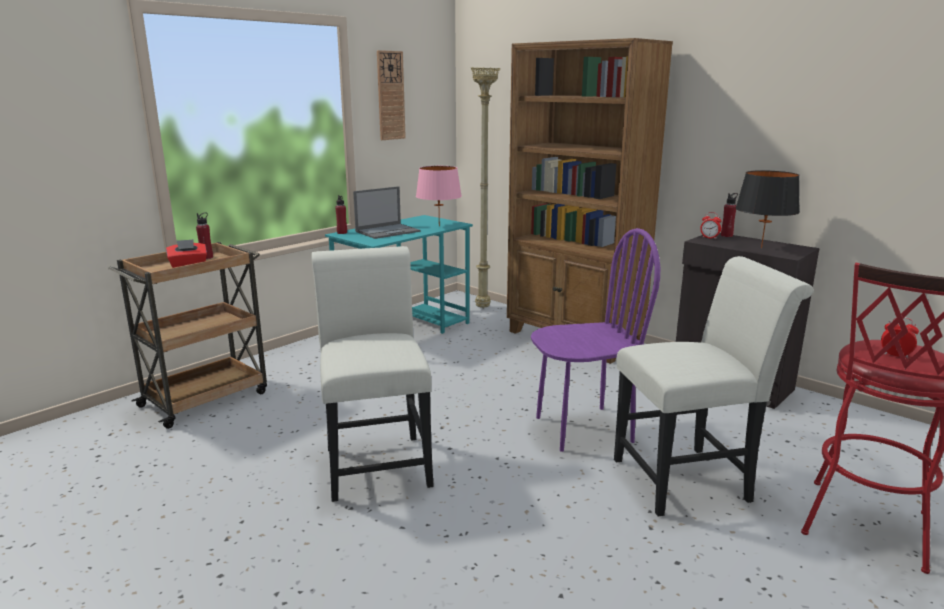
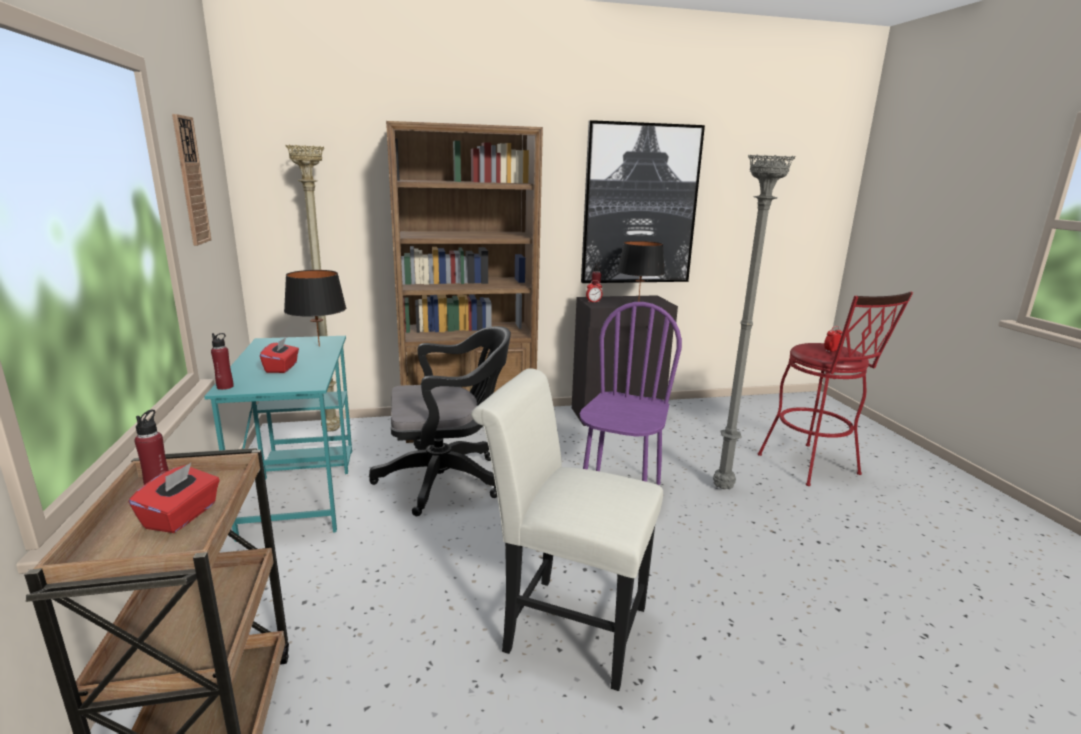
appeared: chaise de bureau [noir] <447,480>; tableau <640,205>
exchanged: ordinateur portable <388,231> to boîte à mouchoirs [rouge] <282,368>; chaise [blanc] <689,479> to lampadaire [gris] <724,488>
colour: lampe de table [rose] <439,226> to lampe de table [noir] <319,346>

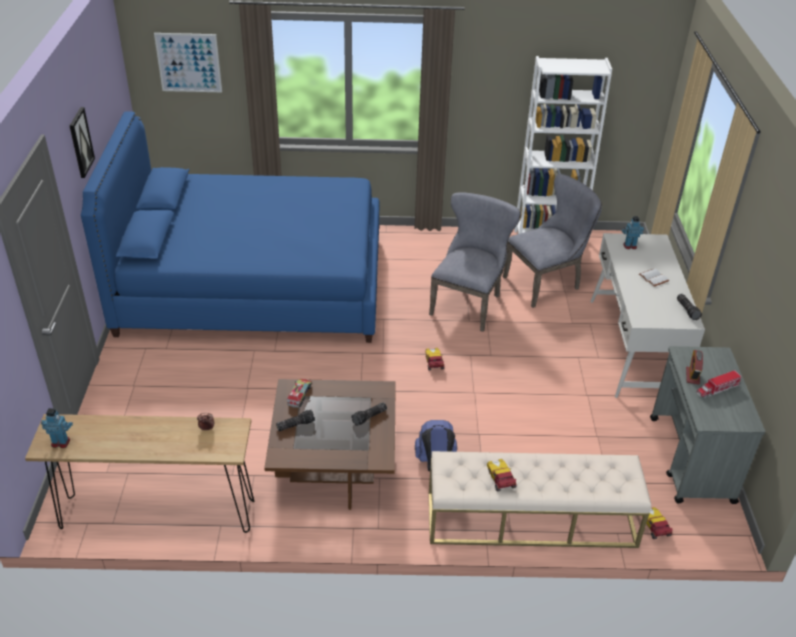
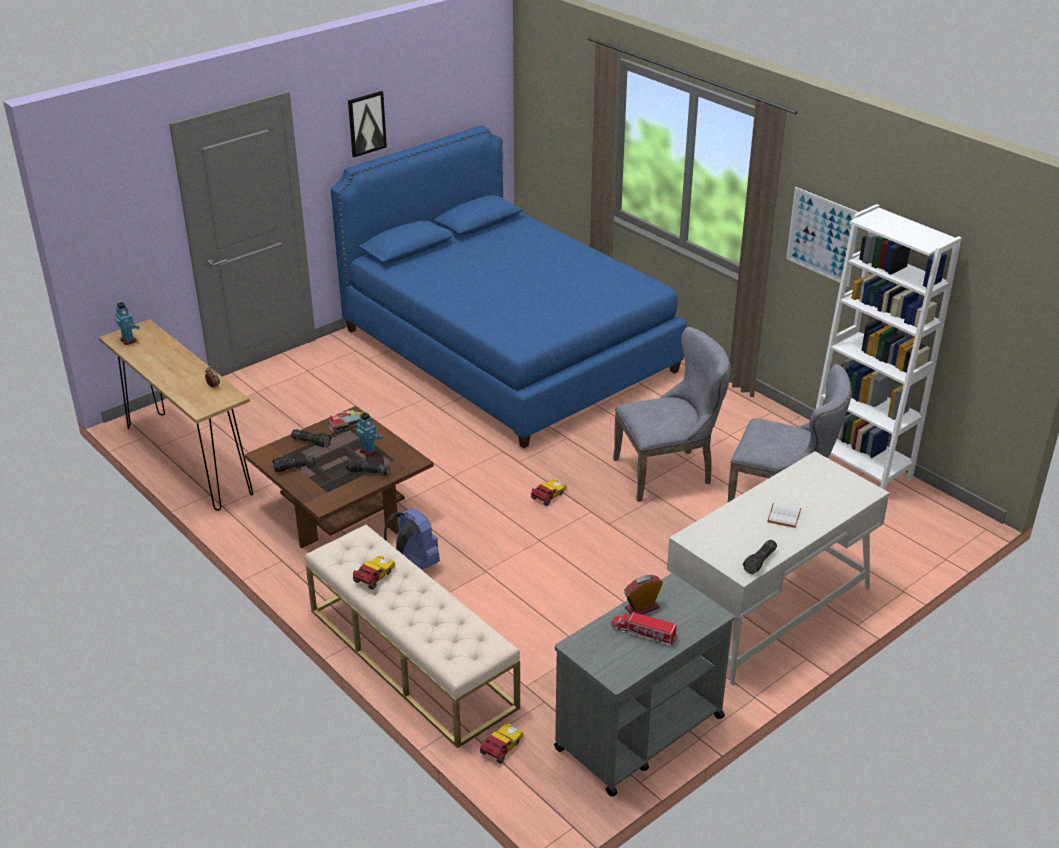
appeared: lampe de poche <294,468>
relocated: tableau <188,62> to <822,236>; robot jouet <629,246> to <368,451>

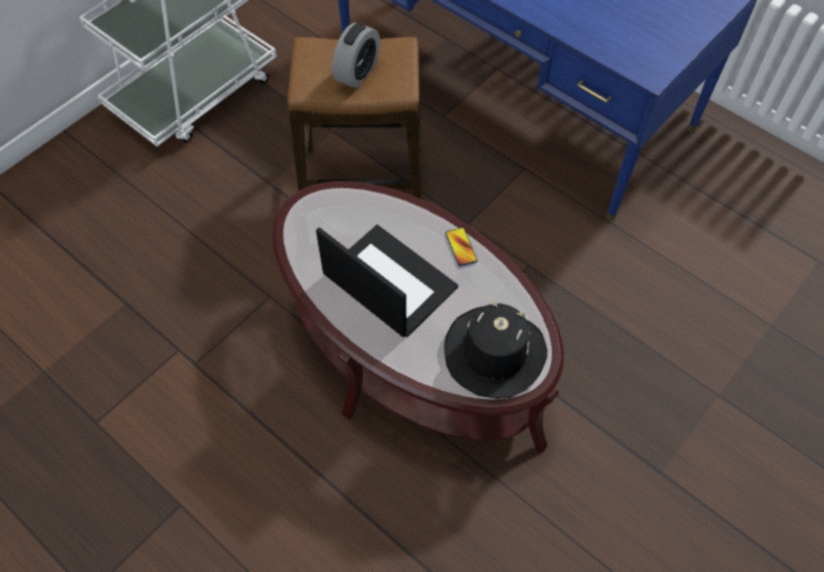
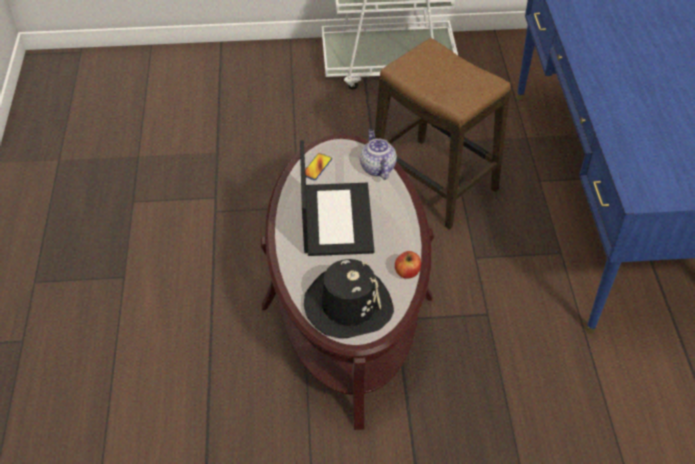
missing: réveil <357,73>
appeared: théière <377,167>; pomme <407,272>
relocated: téléphone <461,247> to <317,167>

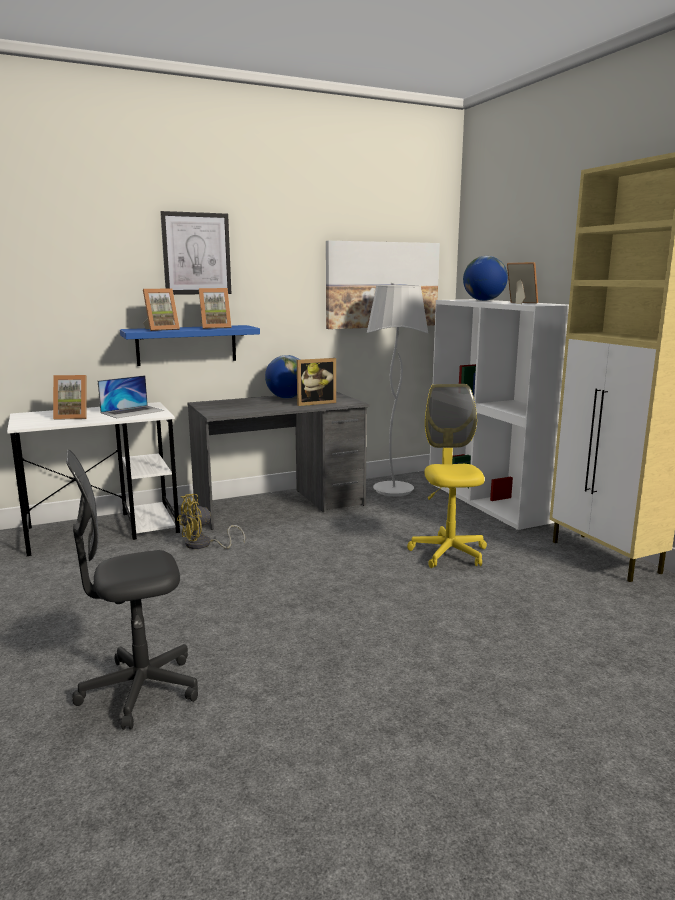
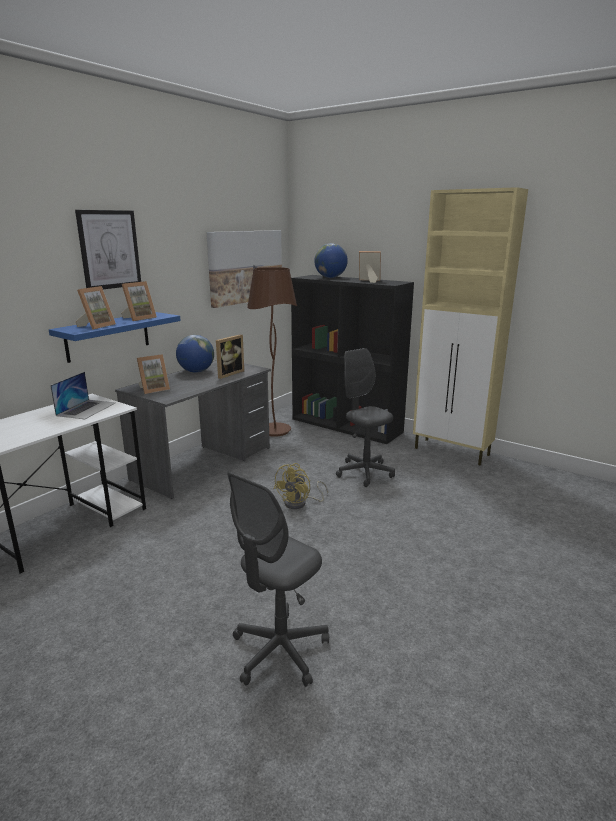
relocated: cadre photo <73,417> to <154,389>; ventilateur [jaune] <203,545> to <300,503>
colour: lampadaire [blanc] <393,490> to lampadaire [marron] <275,431>; chaise de bureau [jaune] <448,553> to chaise de bureau [gris] <364,472>; bibliothèque [blanc] <490,500> to bibliothèque [noir] <347,425>

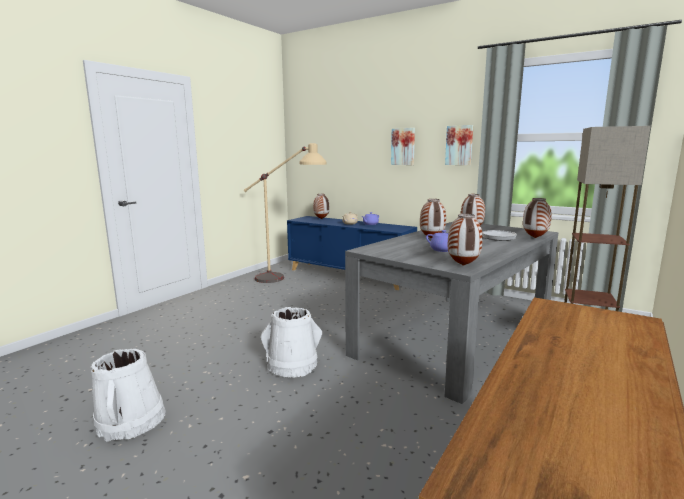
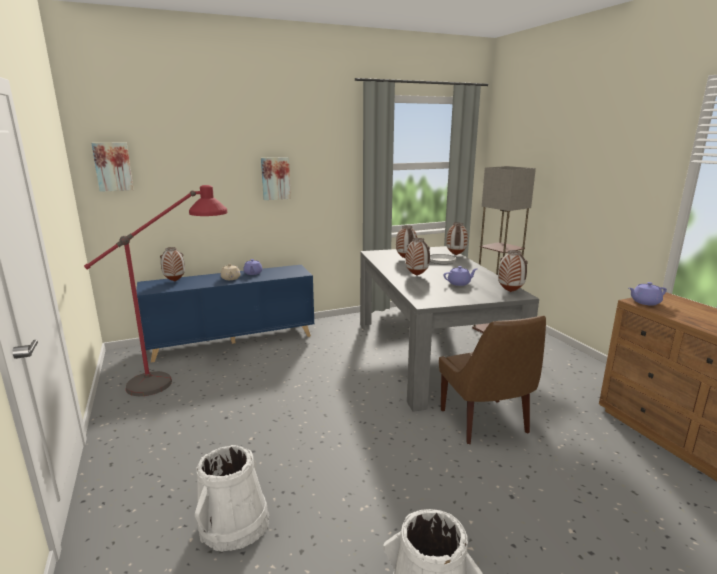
appeared: chaise [marron] <485,423>; théière [violet] <645,302>
relocated: seau [blanc] <292,365> to <234,524>; tableau <459,145> to <113,166>
colour: lampadaire [beige] <287,280> to lampadaire [rouge] <180,376>

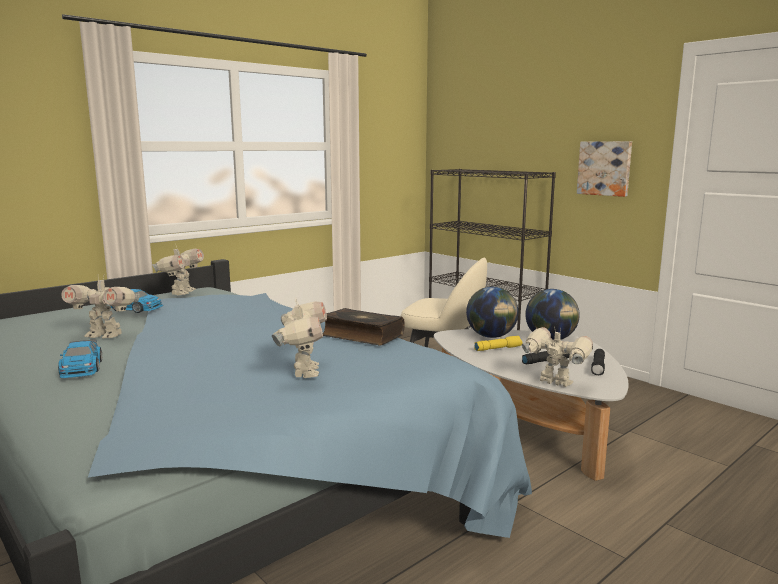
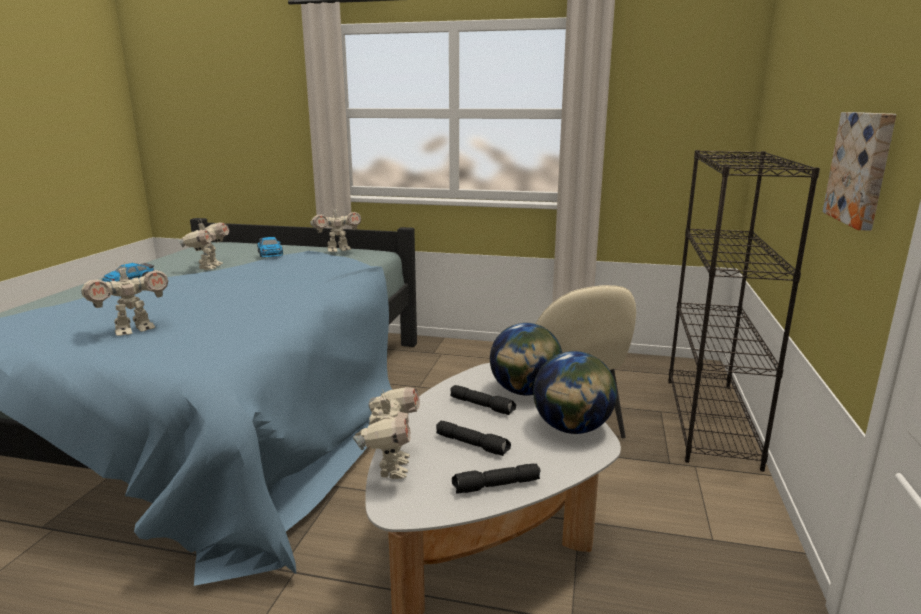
missing: livre <362,336>
colour: lampe de poche [jaune] <498,348> to lampe de poche [noir] <482,406>
spun: robot jouet <105,336> = <209,267> 150 degrees counterclockwise

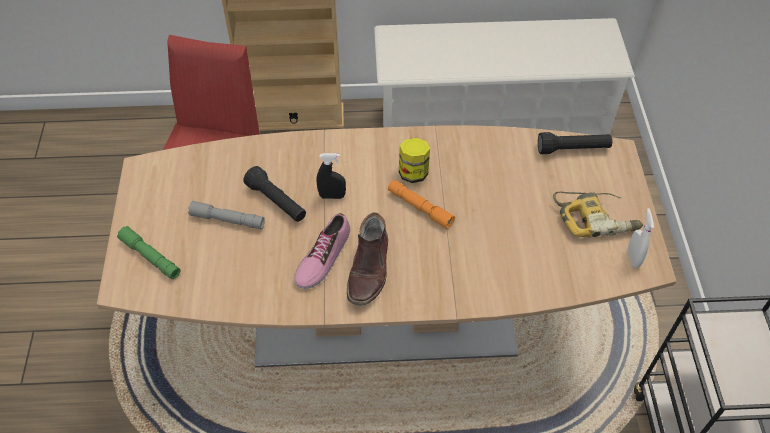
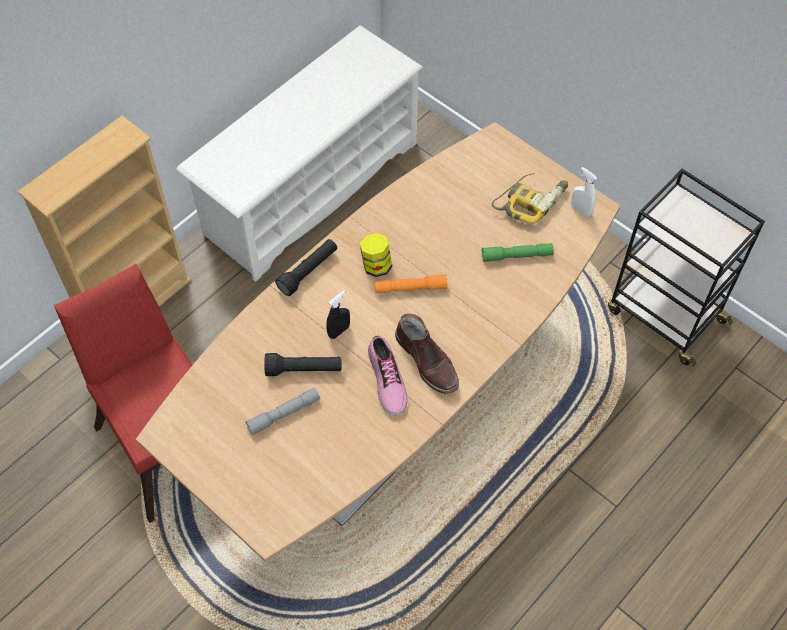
relocated: lampe de poche [vert] <150,257> to <516,256>; lampe de poche [noir] <573,149> to <308,271>

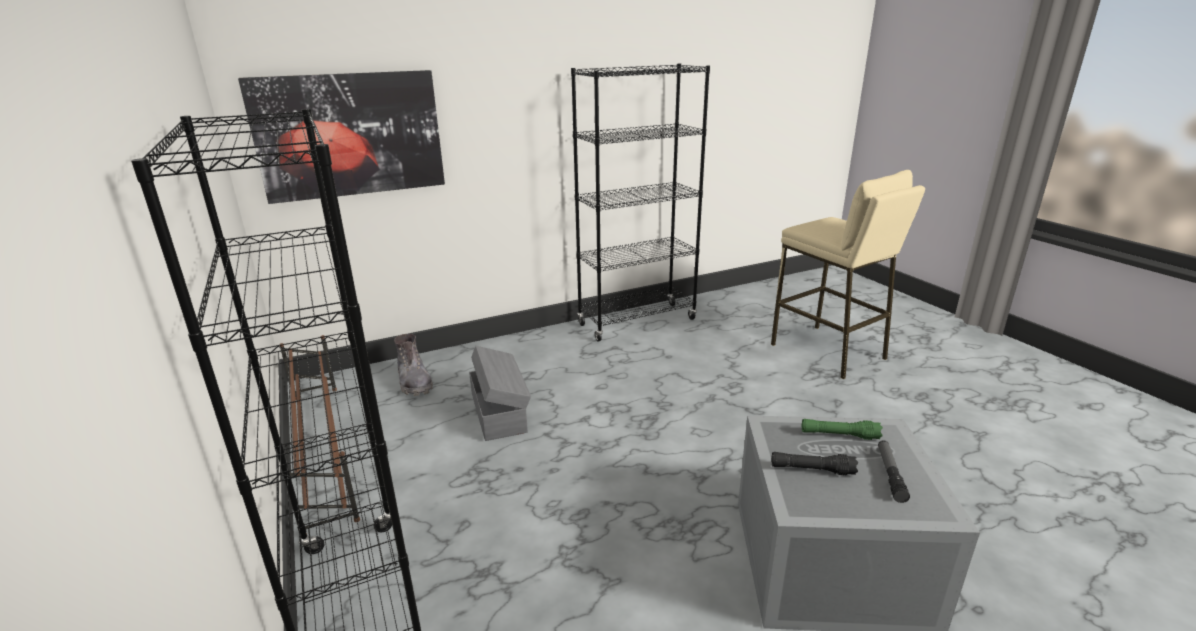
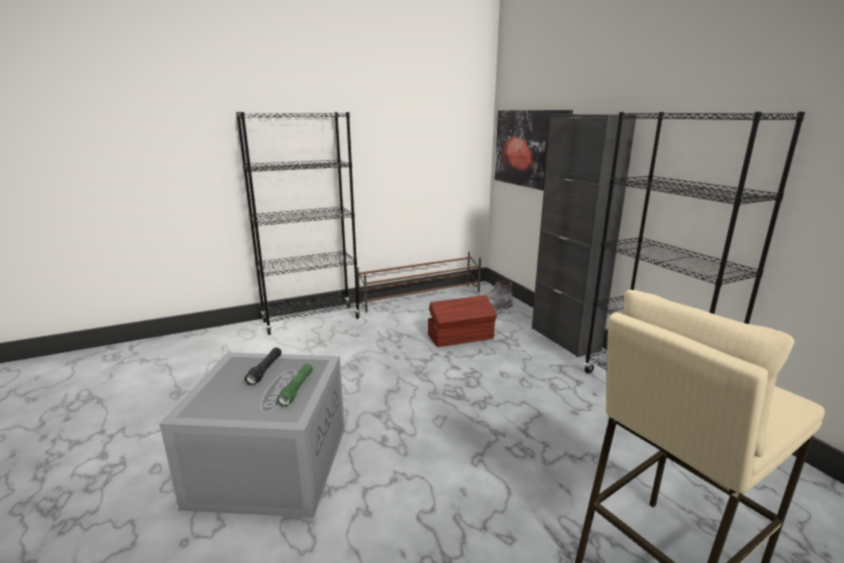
missing: lampe de poche <890,474>
appeared: meuble de rangement [noir] <564,339>
colour: boîte de rangement [gris] <499,411> to boîte de rangement [marron] <461,337>

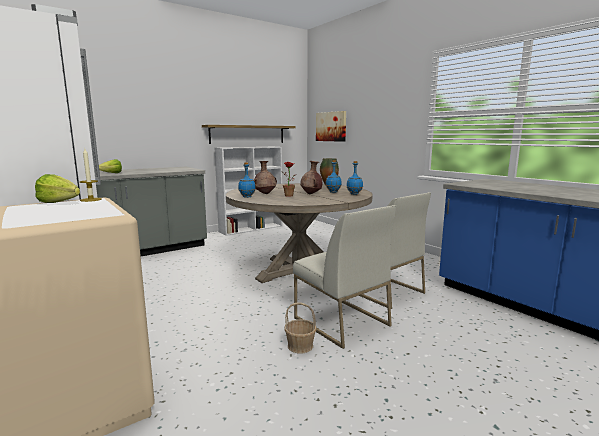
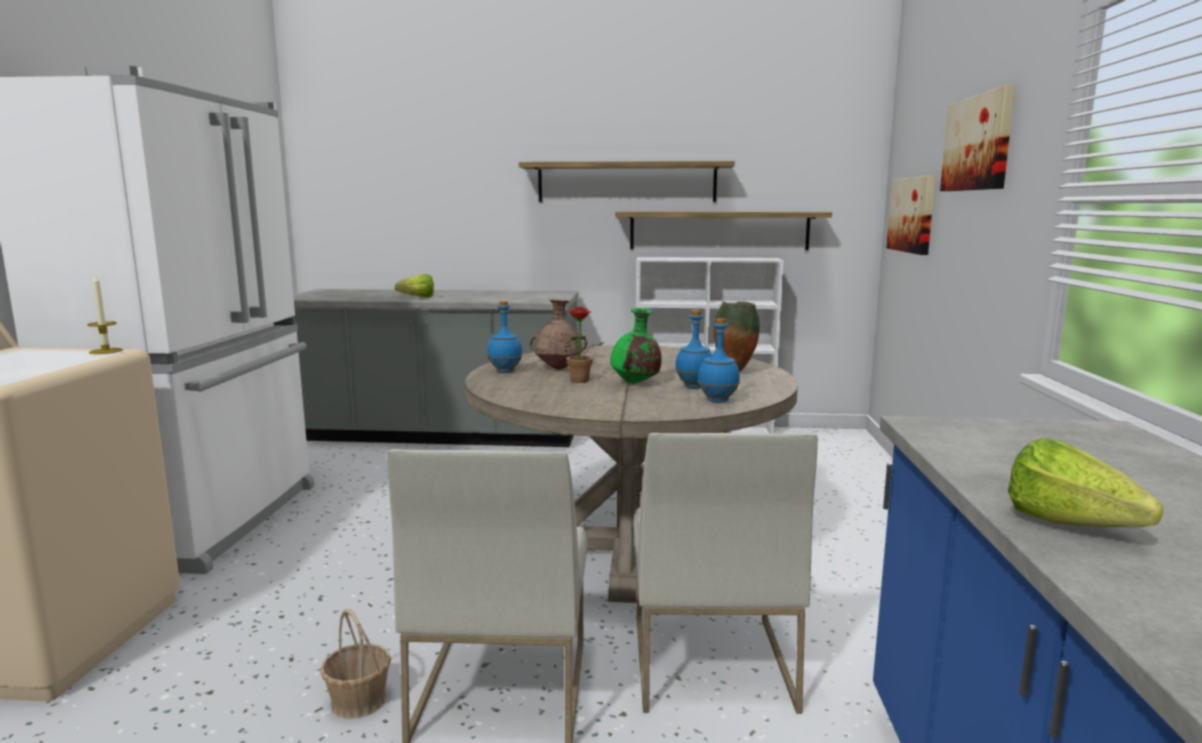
appeared: étagère <626,182>; tableau <978,143>
relocated: laitue <61,203> to <1078,529>
colour: vase [marron] <311,194> to vase [vert] <635,383>

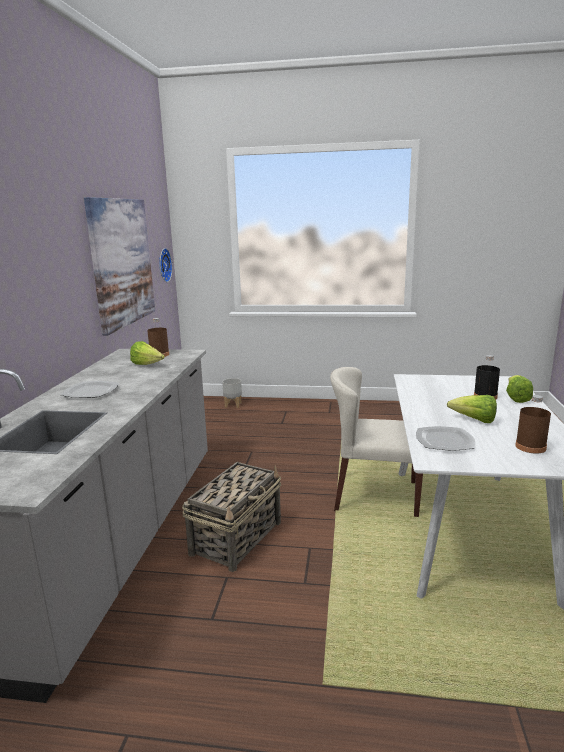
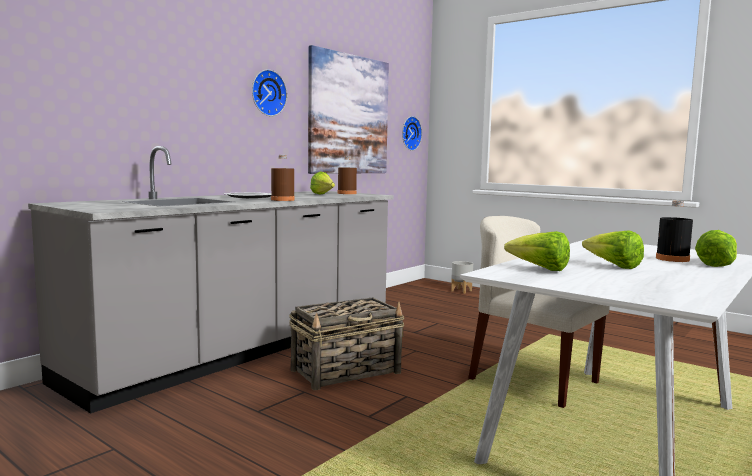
appeared: horloge murale <267,93>
relocated: bouteille [marron] <530,447> to <282,200>
exchanged: assiette <445,441> to laitue <540,269>

